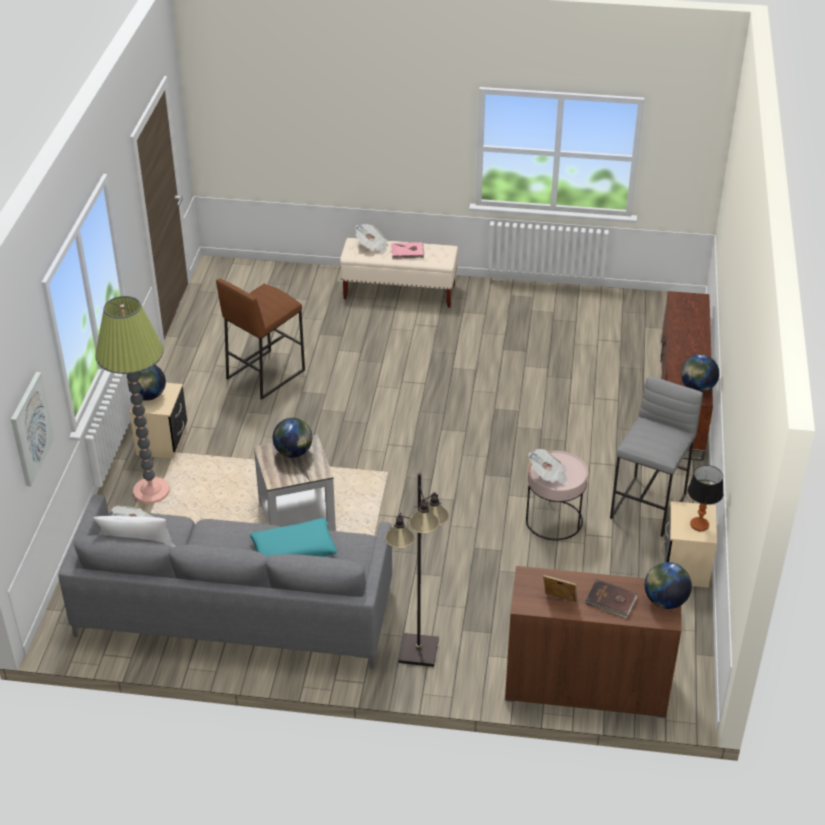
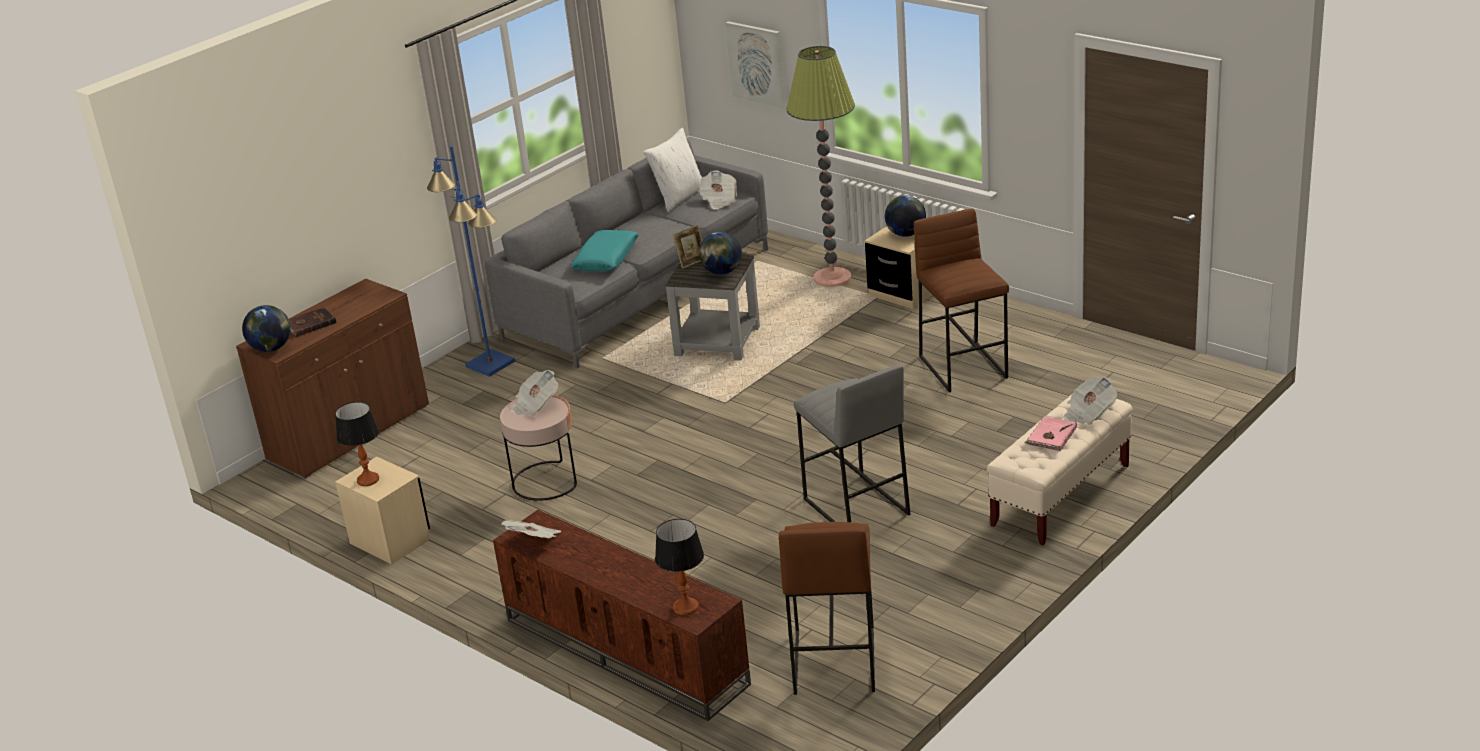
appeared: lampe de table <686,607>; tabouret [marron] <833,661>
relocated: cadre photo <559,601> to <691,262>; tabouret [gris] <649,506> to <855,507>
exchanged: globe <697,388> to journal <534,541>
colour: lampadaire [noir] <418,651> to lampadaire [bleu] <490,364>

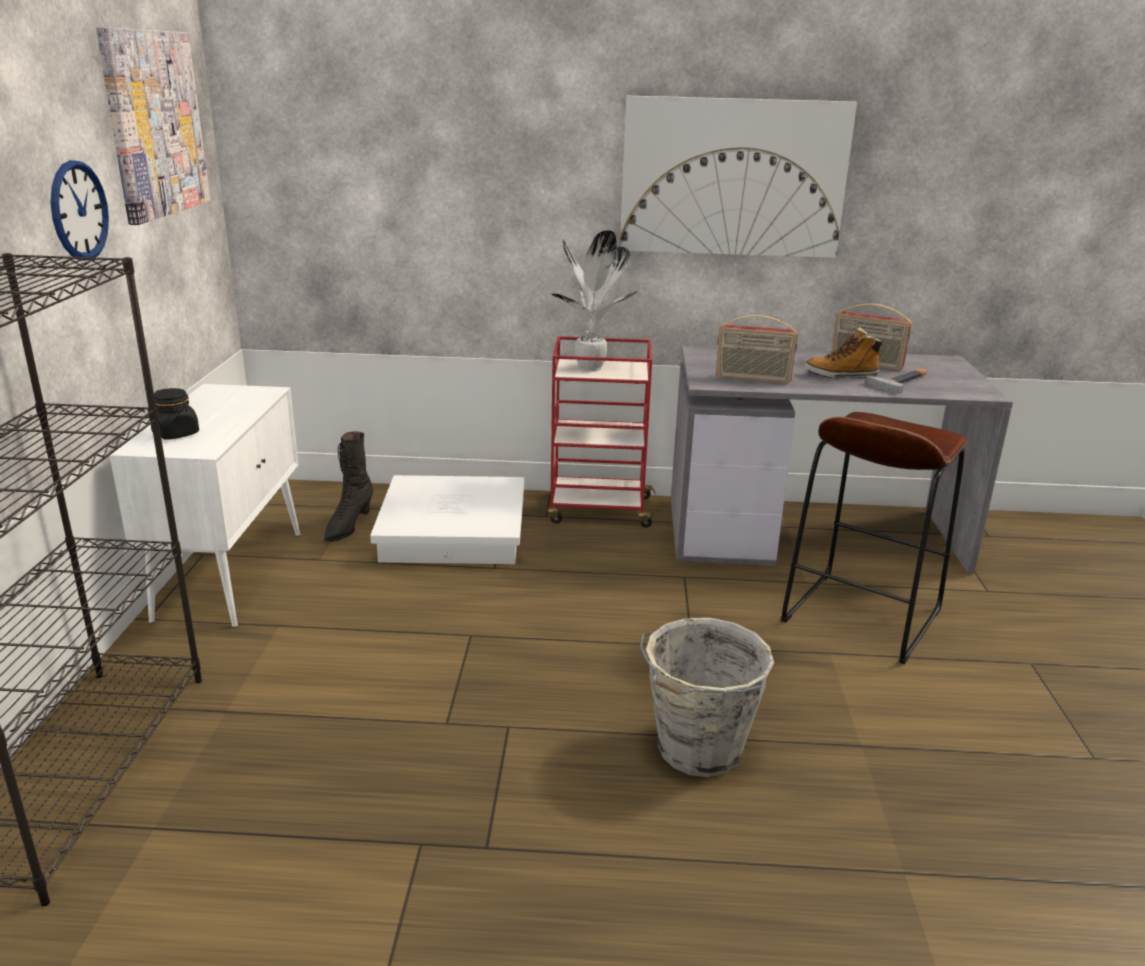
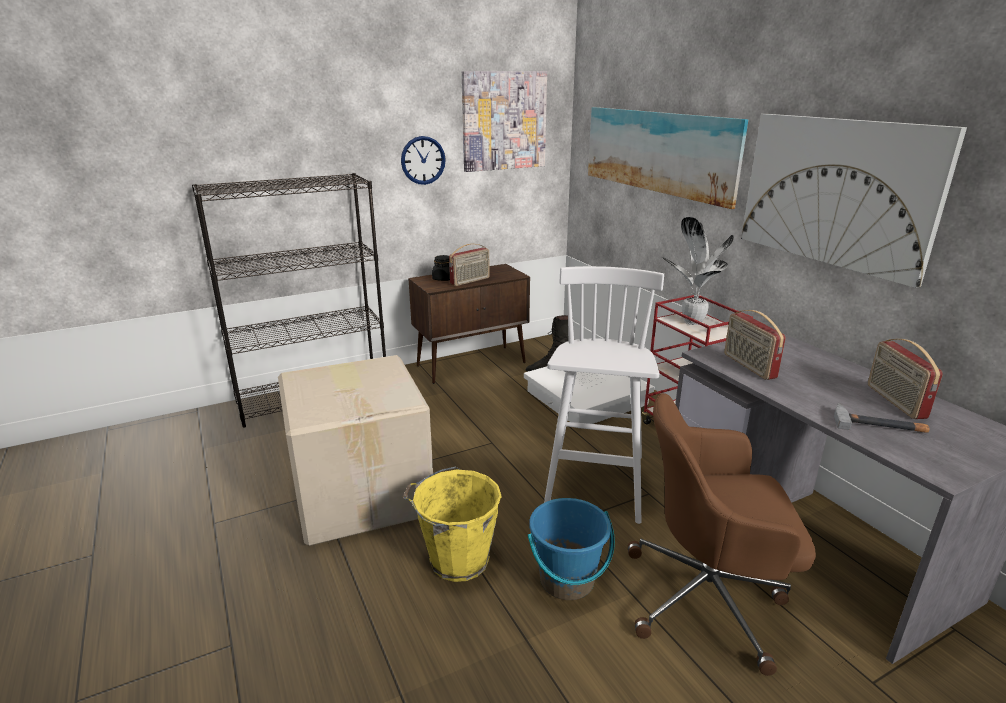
missing: botte <841,375>
appeared: carton <363,493>; radio <470,281>; seau [bleu] <567,581>; tabouret [blanc] <595,484>; tableau <658,151>
exchanged: tabouret [marron] <860,615> to chaise de bureau [marron] <708,598>
colour: meuble de rangement [blanc] <231,574> to meuble de rangement [marron] <472,364>; seau [gris] <697,750> to seau [jaune] <456,560>

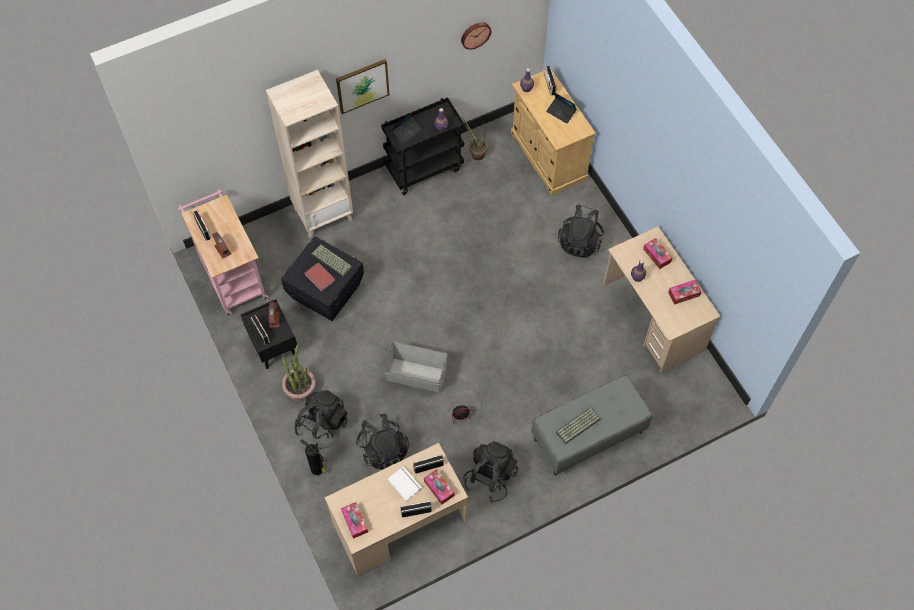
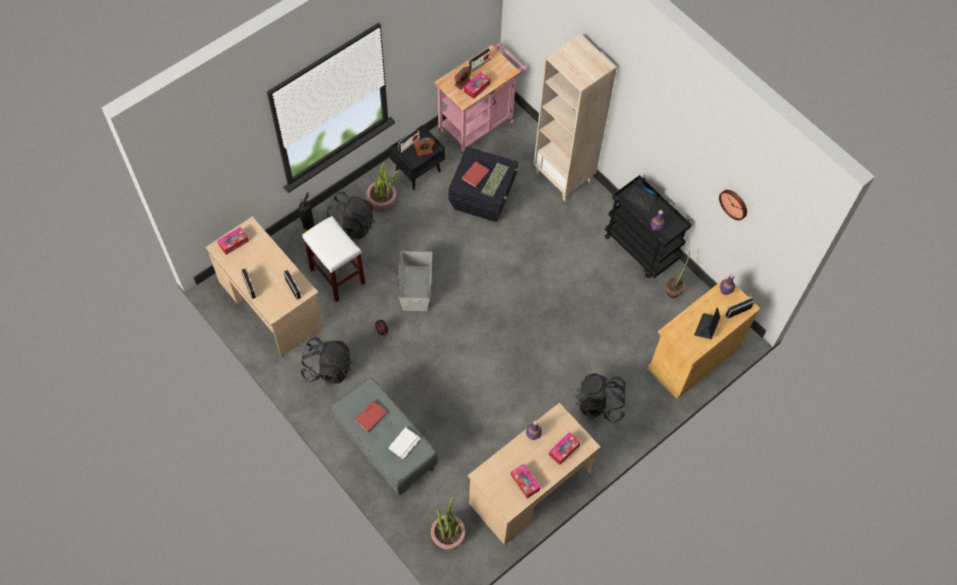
missing: tableau <362,85>
appeared: plante en pot <448,535>
relocated: livre [blanc] <405,483> to <405,444>; boîte à mouchoirs <439,488> to <477,88>
exchanged: sac à dos [noir] <383,449> to tabouret [blanc] <338,277>; clavier <578,426> to livre [rouge] <370,416>

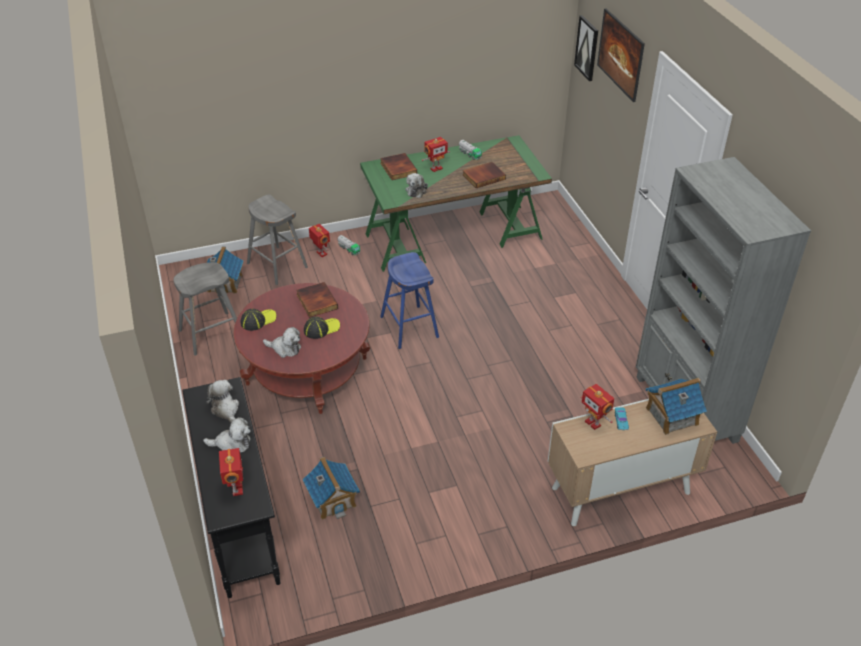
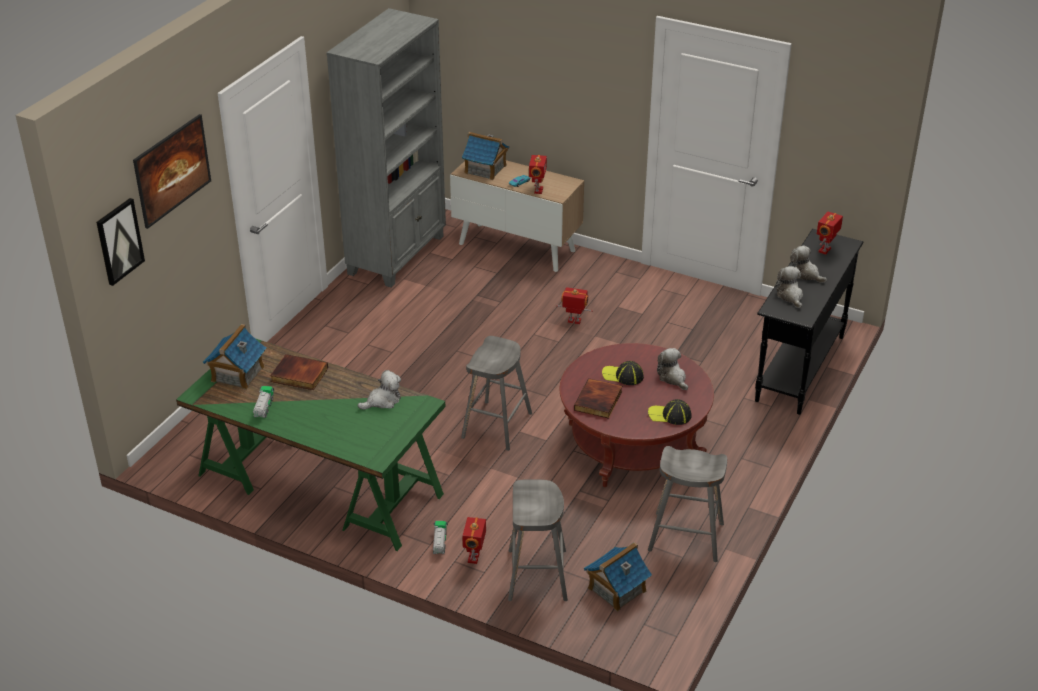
missing: livre <397,168>
relocated: maison miniature <332,499> to <237,374>; robot jouet <436,168> to <574,321>
colour: tabouret [bleu] <409,327> to tabouret [gris] <497,425>
spun: peluche <226,410> = <790,296> 150 degrees clockwise

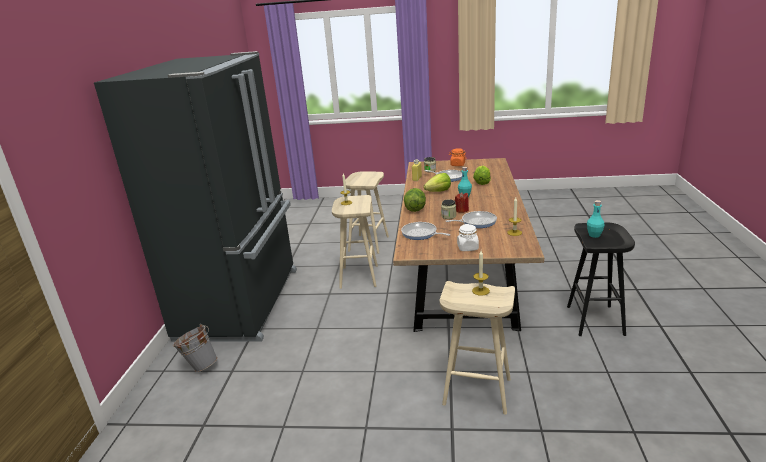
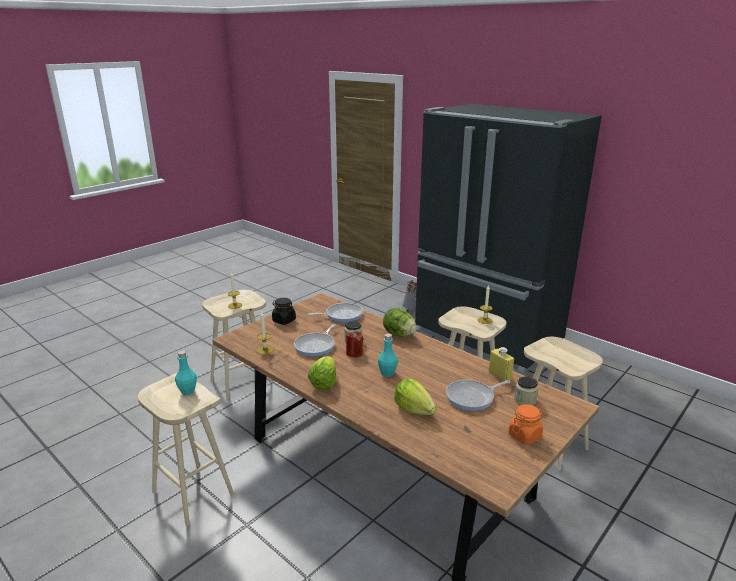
relocated: laitue <438,191> to <324,383>
colour: bocal [blanc] <468,248> to bocal [noir] <284,320>; tabouret [noir] <596,321> to tabouret [beige] <191,493>

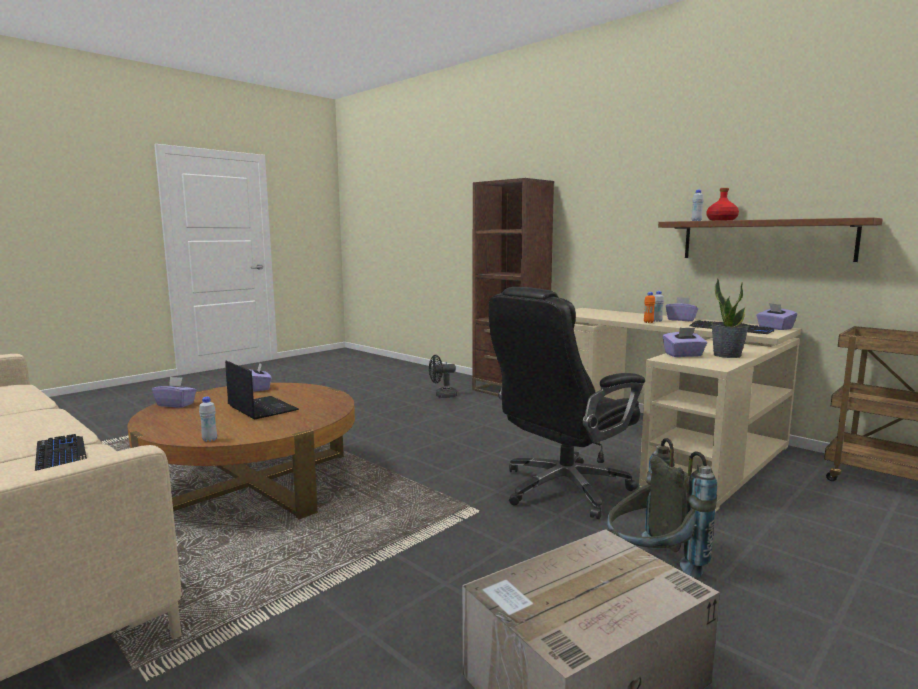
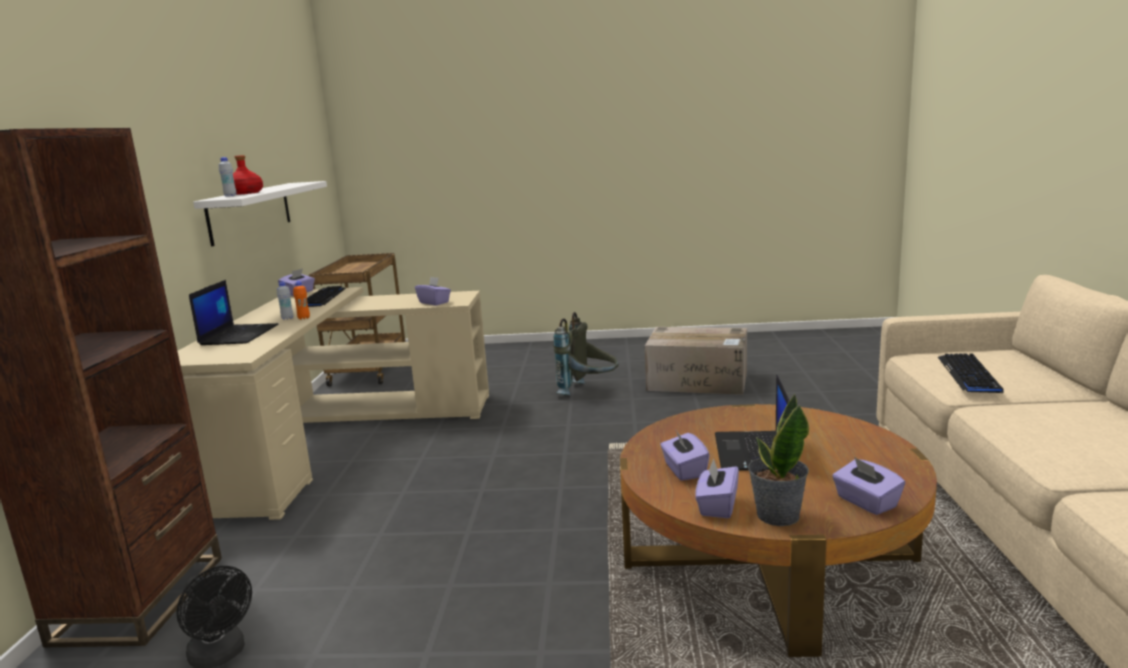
missing: bouteille [blanc] <209,440>; chaise de bureau [noir] <562,489>
appeared: ordinateur portable <239,335>
relocated: boîte à mouchoirs [violet] <681,320> to <684,470>; plante en pot <727,355> to <777,515>
colour: étagère [marron] <765,240> to étagère [blanc] <250,212>

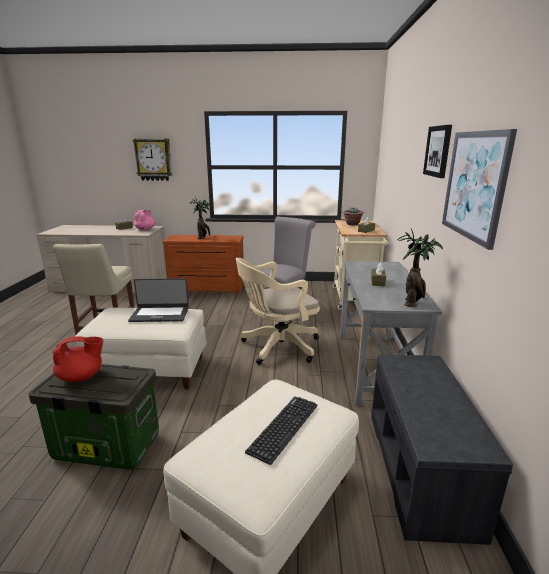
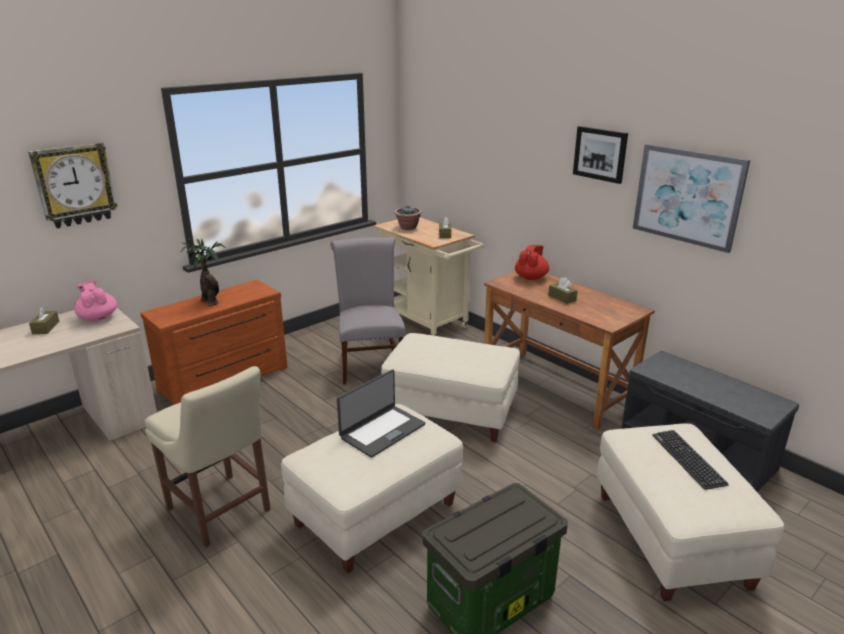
missing: plante en pot <413,302>
relocated: théière [rouge] <81,377> to <531,277>
exchanged: chaise de bureau [beige] <277,347> to pouf [beige] <450,413>
colour: bureau [gris] <375,366> to bureau [marron] <556,387>

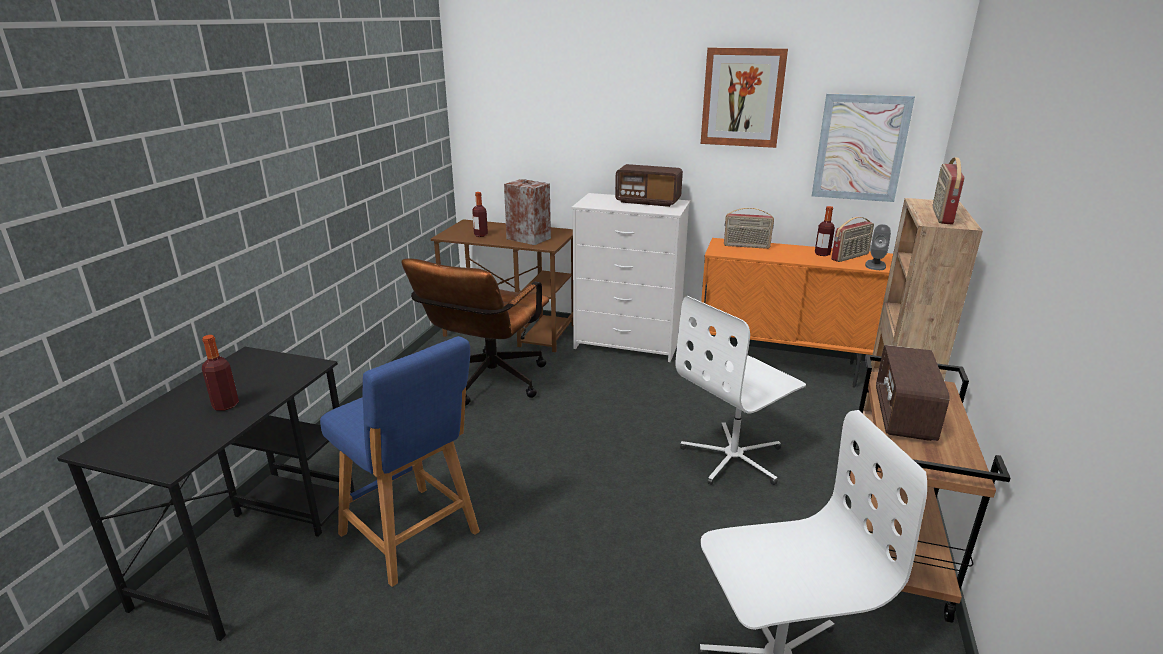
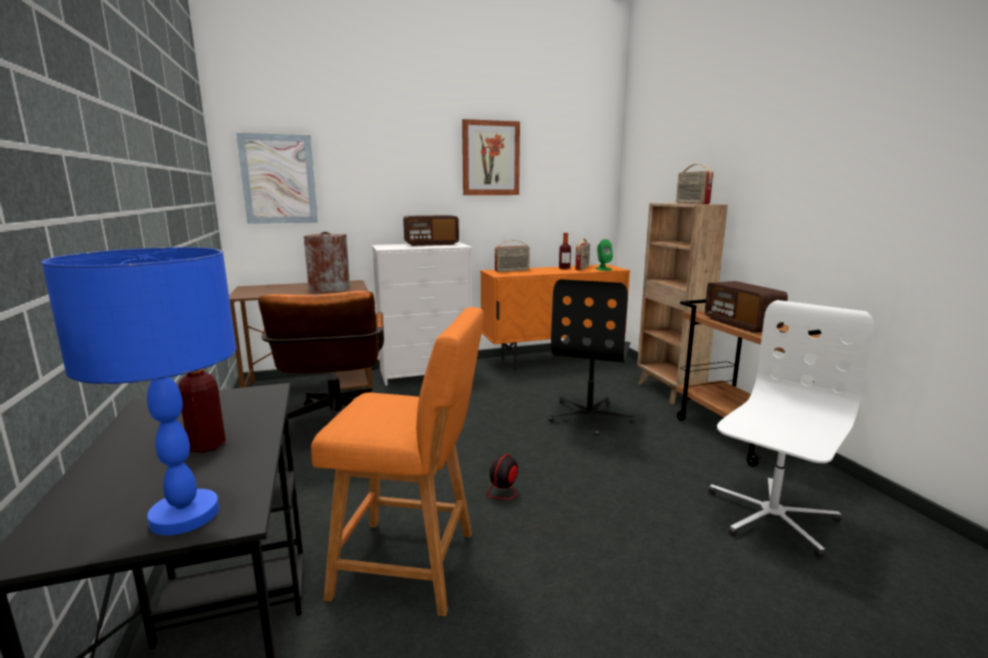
missing: bouteille <480,235>
appeared: lampe de table [bleu] <185,515>; ventilateur <508,503>
relocated: tableau <860,148> to <278,179>
colour: tabouret [bleu] <413,536> to tabouret [orange] <412,565>; chaise de bureau [blanc] <734,458> to chaise de bureau [noir] <590,416>; enceinte [gris] <875,265> to enceinte [vert] <603,269>

